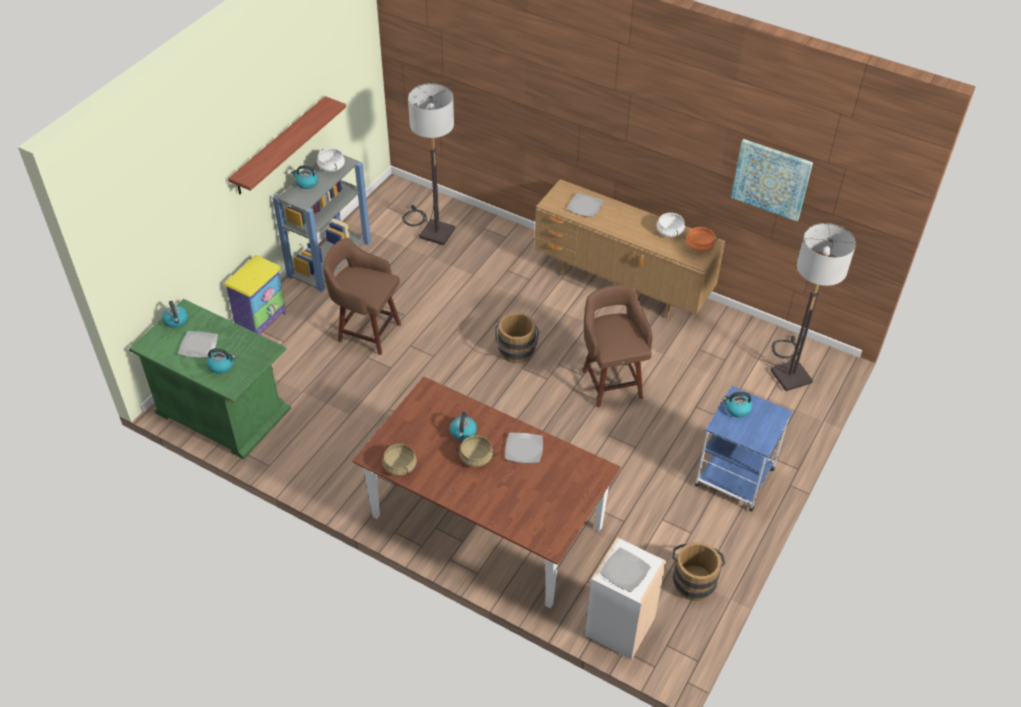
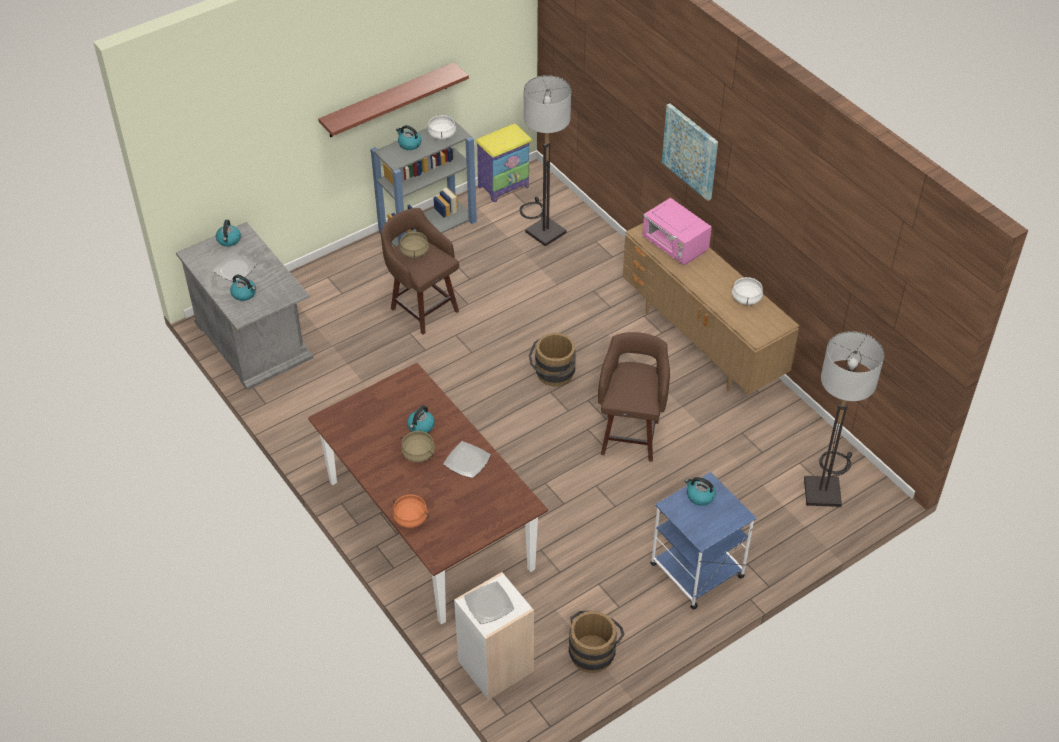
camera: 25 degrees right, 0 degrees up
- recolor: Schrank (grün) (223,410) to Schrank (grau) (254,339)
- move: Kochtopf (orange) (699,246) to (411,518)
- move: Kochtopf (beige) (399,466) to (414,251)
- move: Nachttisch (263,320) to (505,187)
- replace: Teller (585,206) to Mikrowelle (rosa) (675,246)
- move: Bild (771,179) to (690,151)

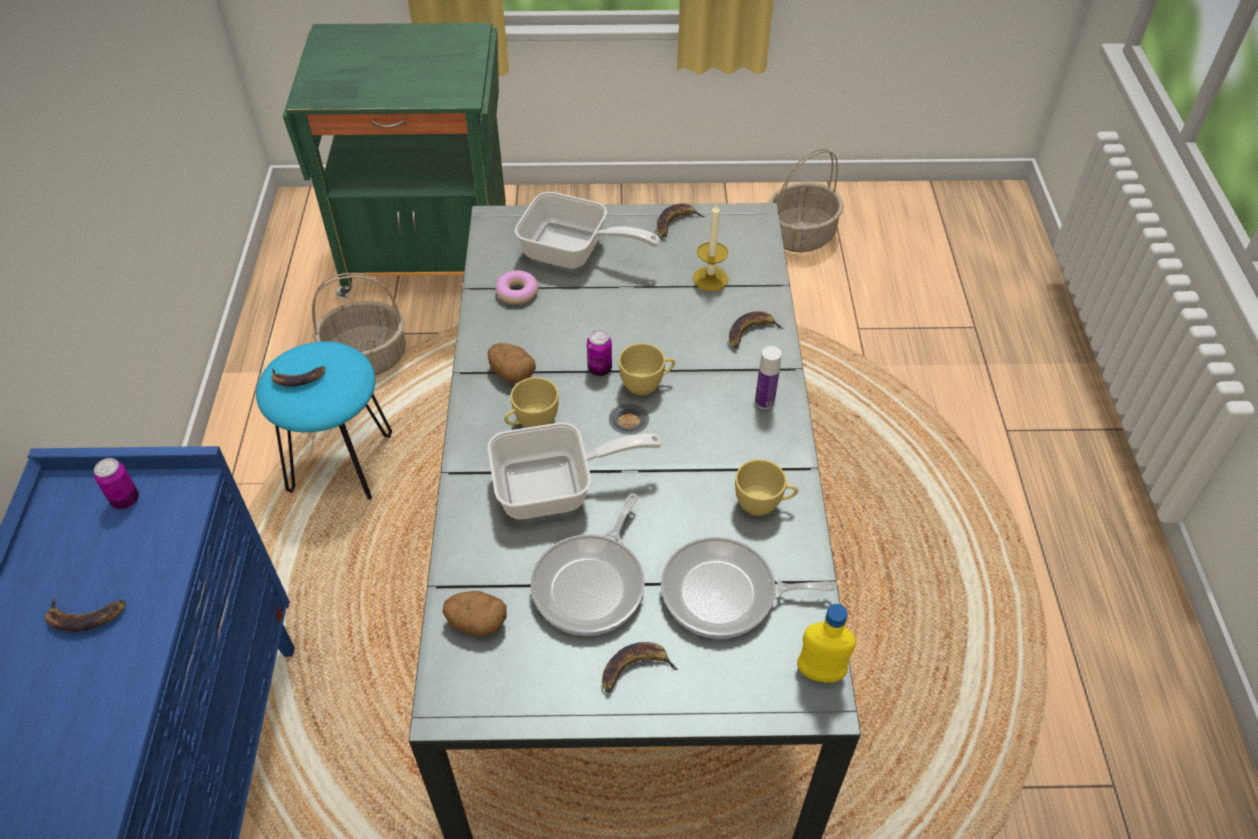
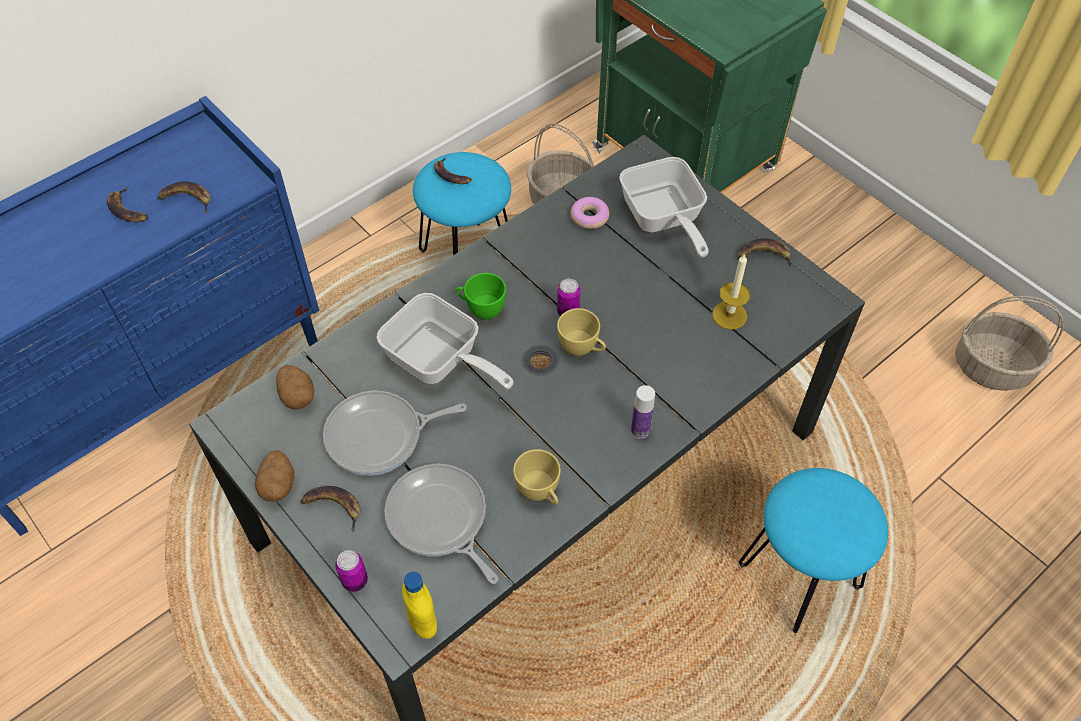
camera: 50 degrees right, 5 degrees up
- move: Banane (751,333) to (186,199)
- move: Kartoffel (512,373) to (278,484)
- move: Dose (125,500) to (355,581)
- recolor: Tasse (gelb) (531,423) to Tasse (grün) (481,309)
- insert: Hocker (türkis) (798,578)

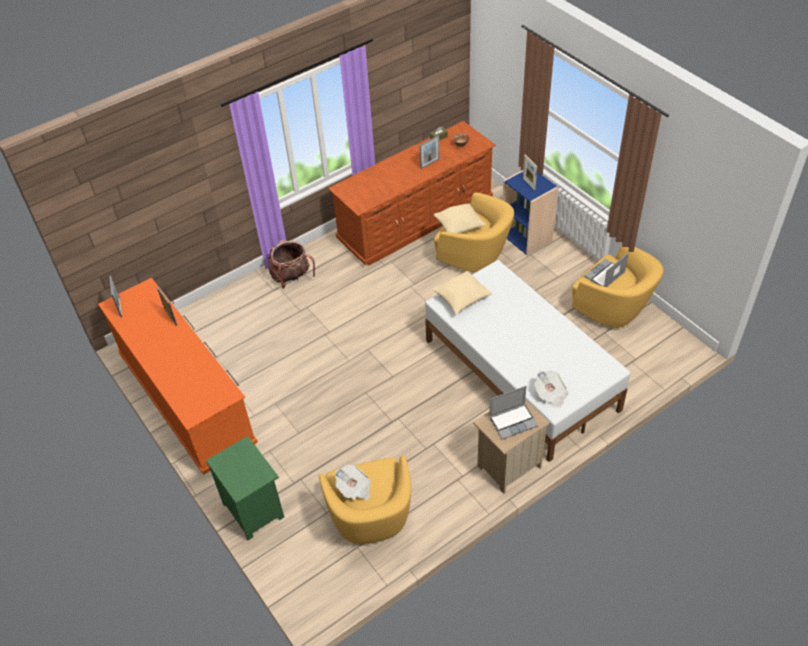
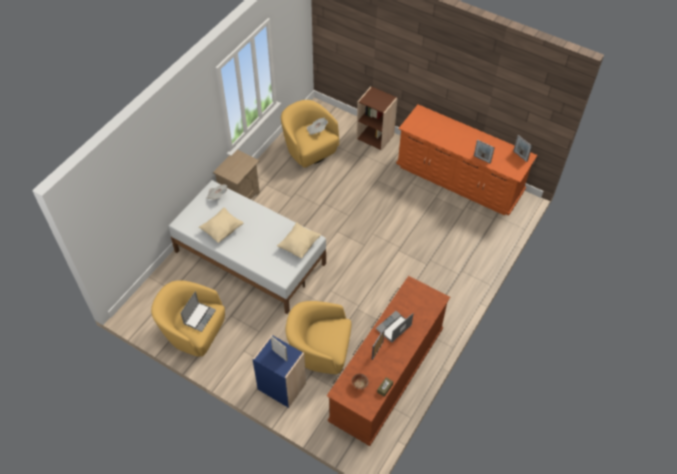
camera: 155 degrees right, 5 degrees up
- move: Kissen (beige) (459,227) to (222,230)
- replace: Nachttisch (grün) (254,509) to Bücherregal (braun) (375,136)
- move: Laptop (513,421) to (393,328)
- delete: Rucksack (292,277)

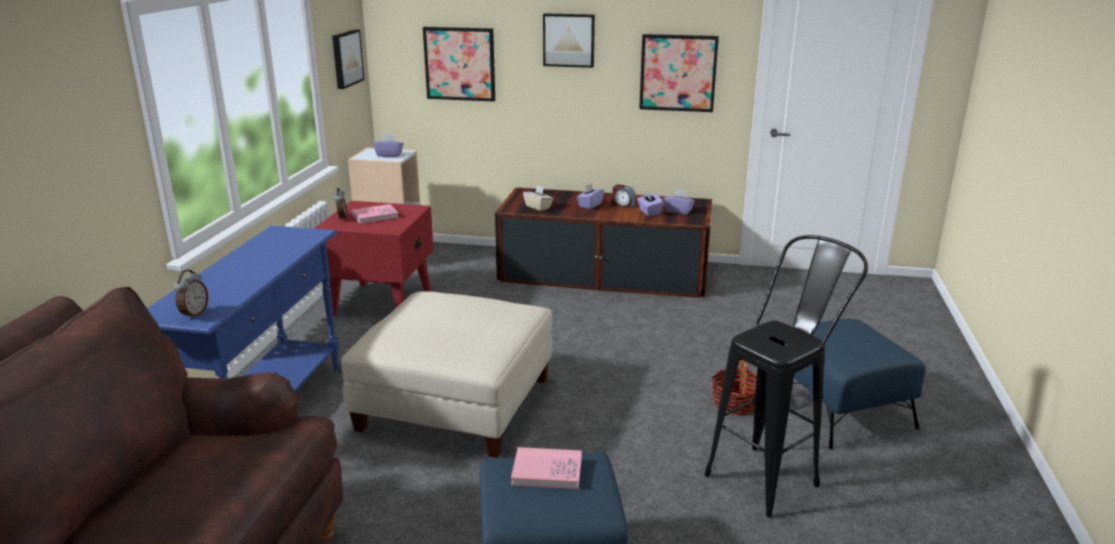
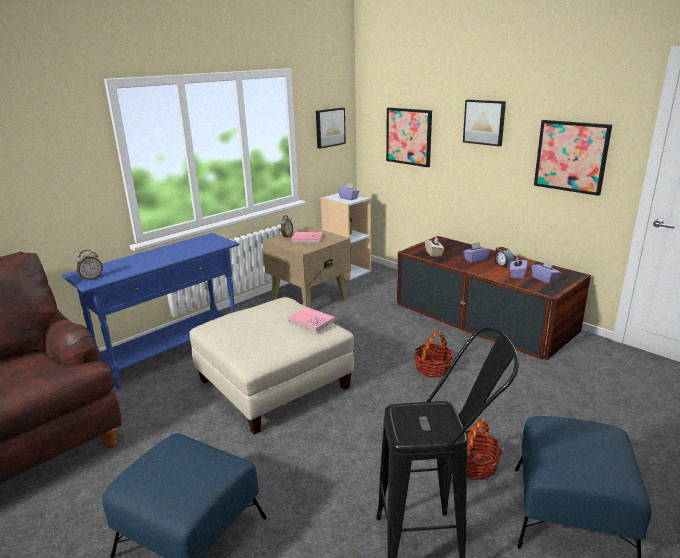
camera: 35 degrees right, 0 degrees up
- recolor: Nachttisch (rot) (382,301) to Nachttisch (beige) (310,299)
- move: Buch (rosa) (547,471) to (311,321)
- insert: Korb (432,369)

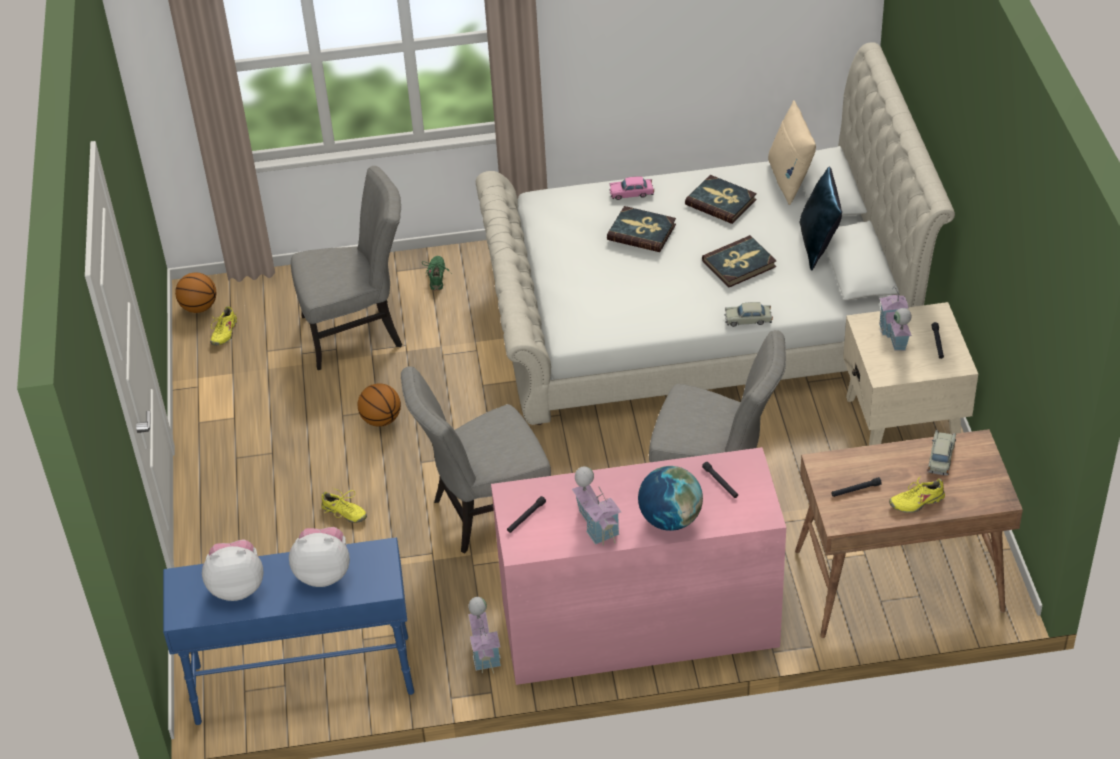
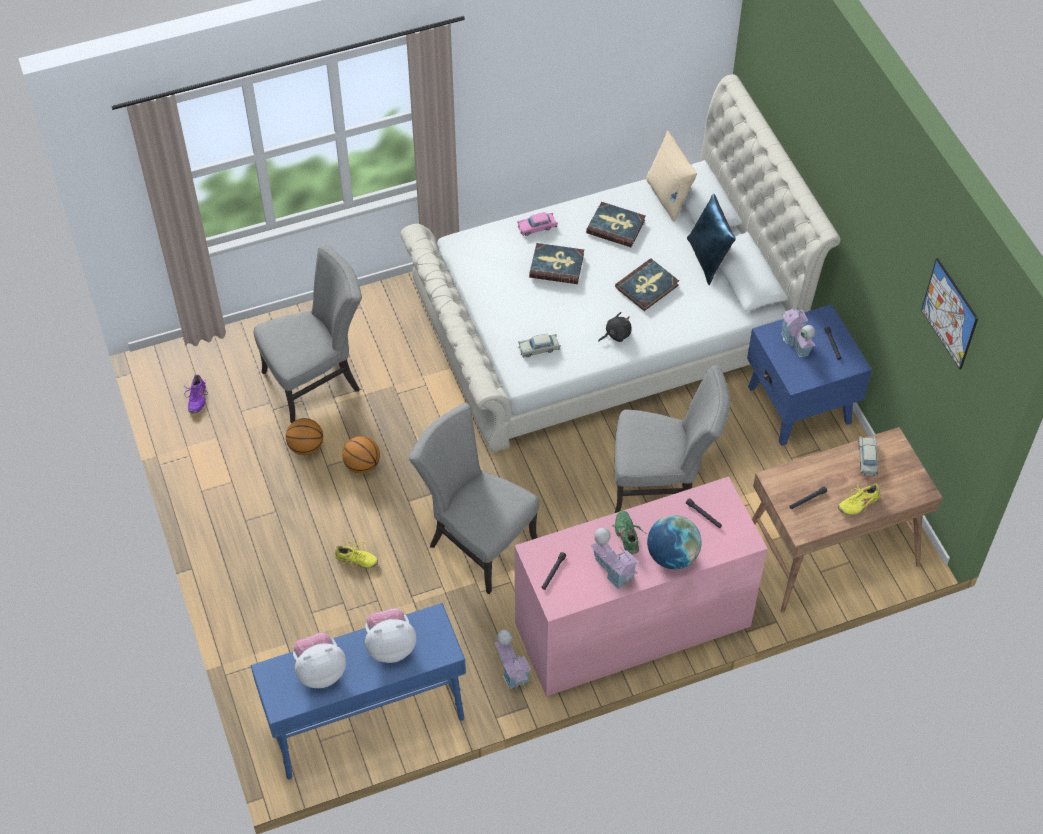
camera: 15 degrees left, 10 degrees up
- recolor: Schuh (gelb) (224,332) to Schuh (lila) (197,398)
- move: Basketball (199,307) to (306,447)
- rotate: Stuhl (grau) (484,513) = (476,541) 75 degrees clockwise
- move: Spielzeugauto (beige) (748,319) to (539,348)
- insert: Plüschtier (schwarz) (616,334)
- move: Schuh (grün) (437,277) to (627,535)
- recolor: Nachttisch (beige) (903,424) to Nachttisch (blau) (800,405)
- insert: Bild (949,313)

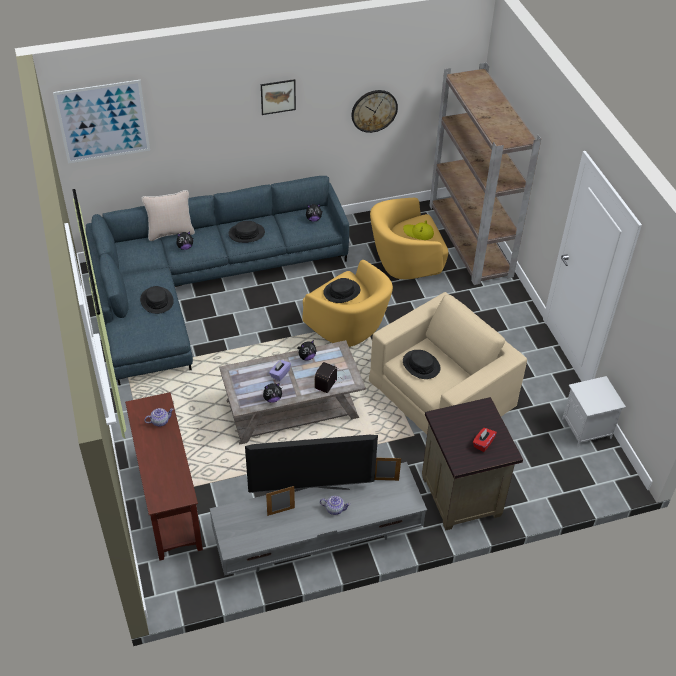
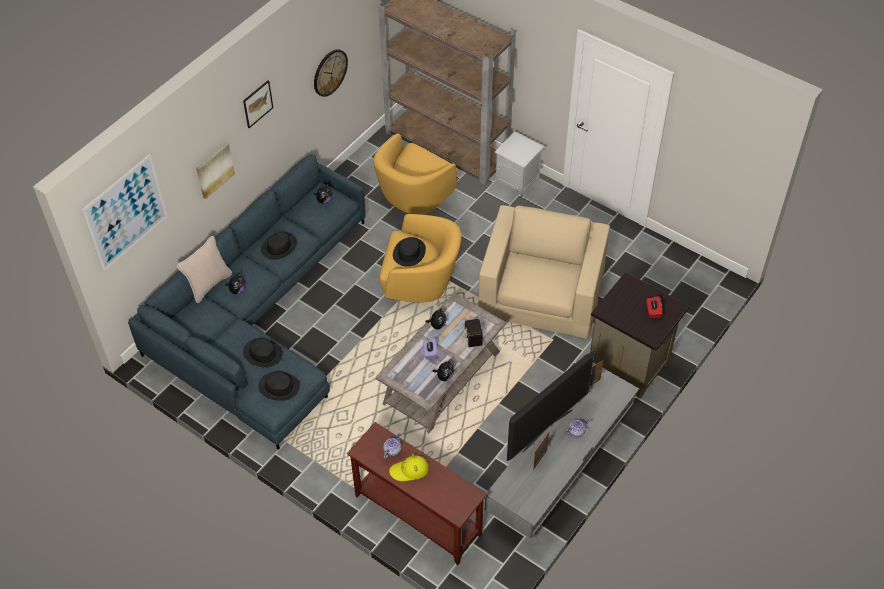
camera: 35 degrees left, 5 degrees up
- insert: Bild (214,170)
- move: Hut (schwarz) (421,365) to (279,386)
- move: Hut (gelb) (418,233) to (409,470)
- move: Nachttisch (grau) (588,429) to (518,180)

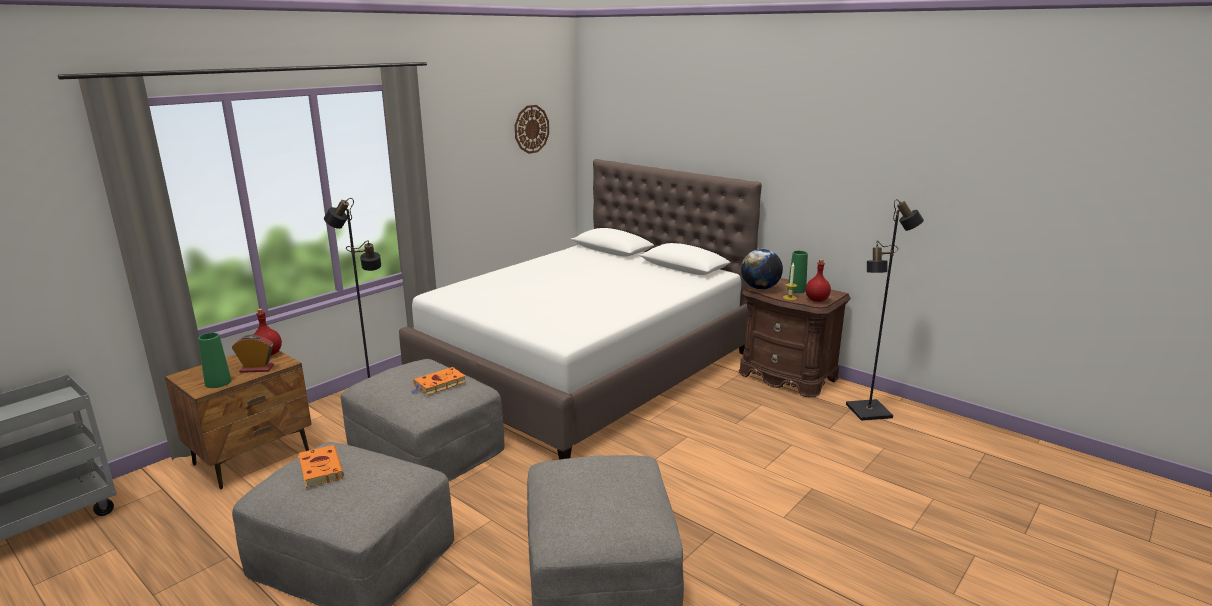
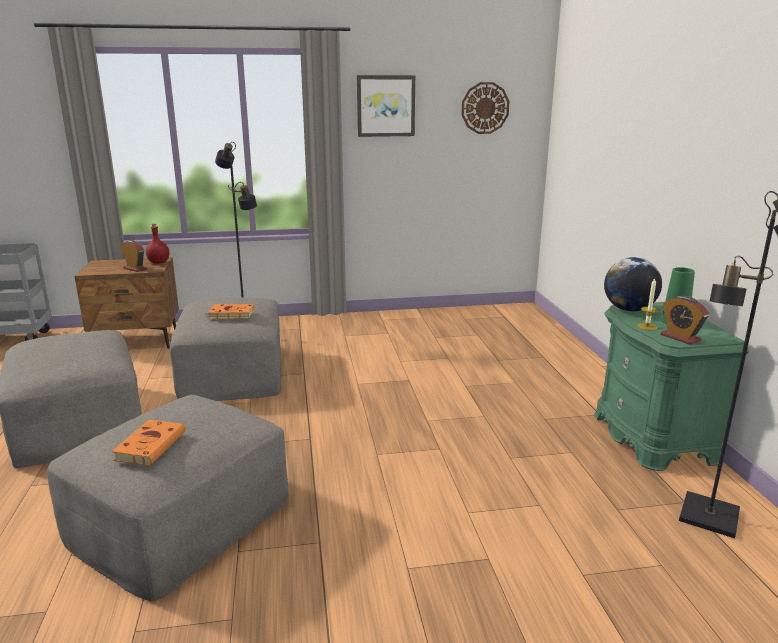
camera: 40 degrees right, 0 degrees up
- move: Buch (orange) (320,468) to (151,445)
- insert: Bild (385,106)
- recolor: Nachttisch (braun) (786,377) to Nachttisch (grün) (649,437)
- replace: Flasche (rot) (817,300) to Wecker (680,338)
- delete: Vase (grün) (218,382)
- delete: Bett (weiß) (586,368)

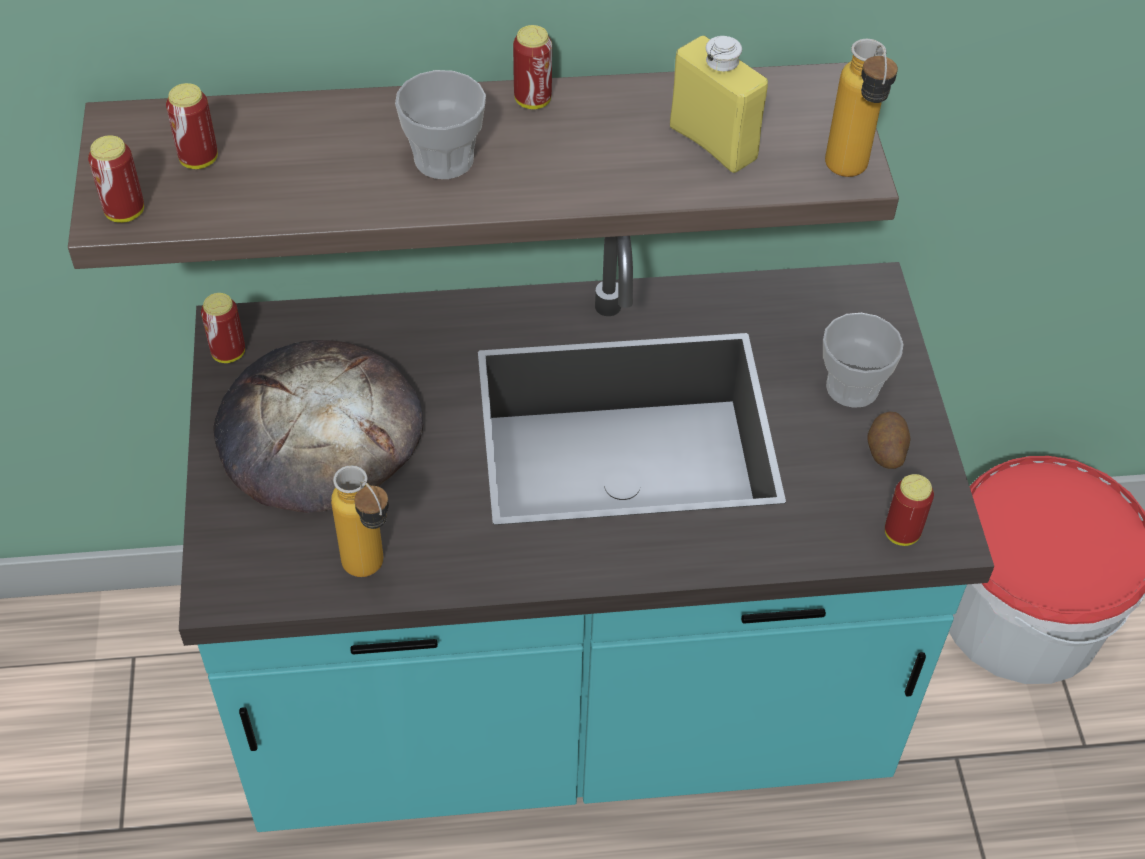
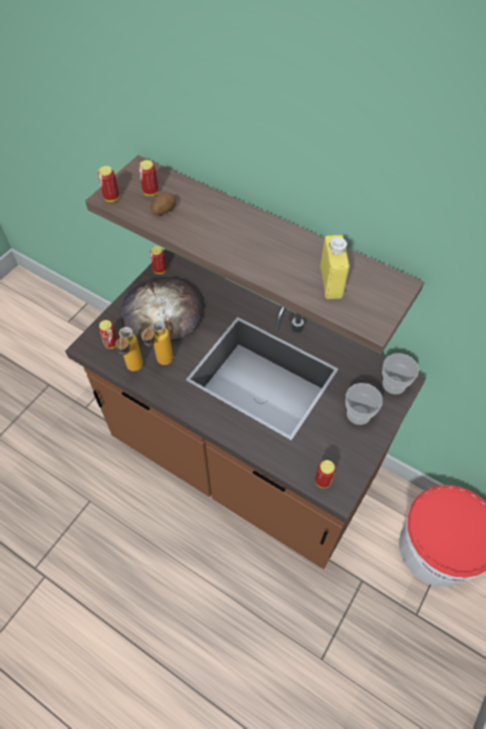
camera: 40 degrees right, 5 degrees up
- recolor: Küchenzeile (türkis) (564,702) to Küchenzeile (braun) (243,461)
- move: Dose (532,100) to (111,344)
- move: Flasche (849,177) to (160,364)
- move: Kartoffel (885,450) to (163,210)
- move: Tasse (444,159) to (394,384)

